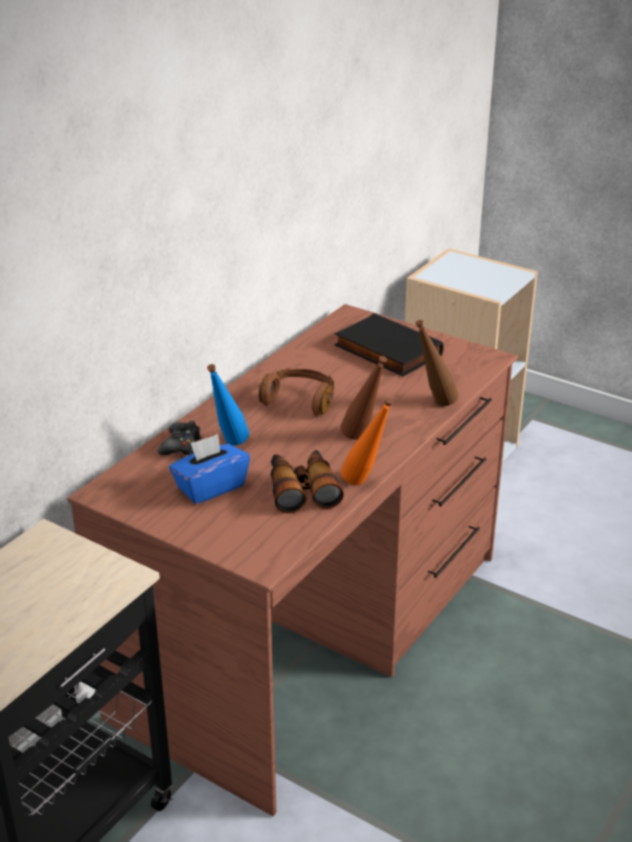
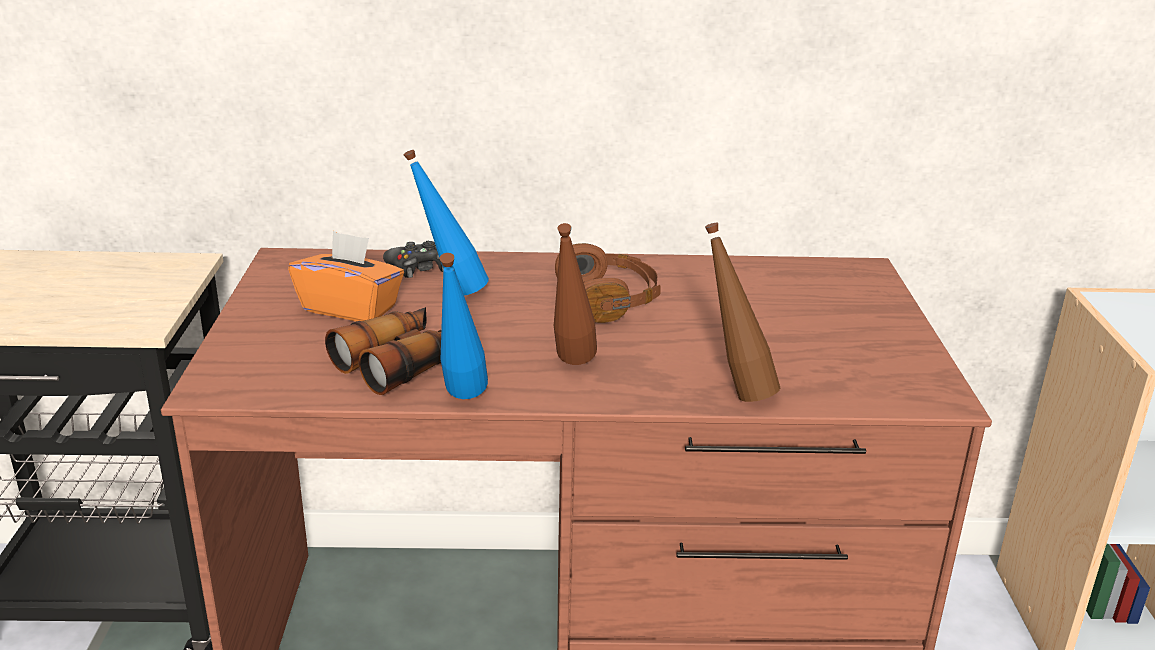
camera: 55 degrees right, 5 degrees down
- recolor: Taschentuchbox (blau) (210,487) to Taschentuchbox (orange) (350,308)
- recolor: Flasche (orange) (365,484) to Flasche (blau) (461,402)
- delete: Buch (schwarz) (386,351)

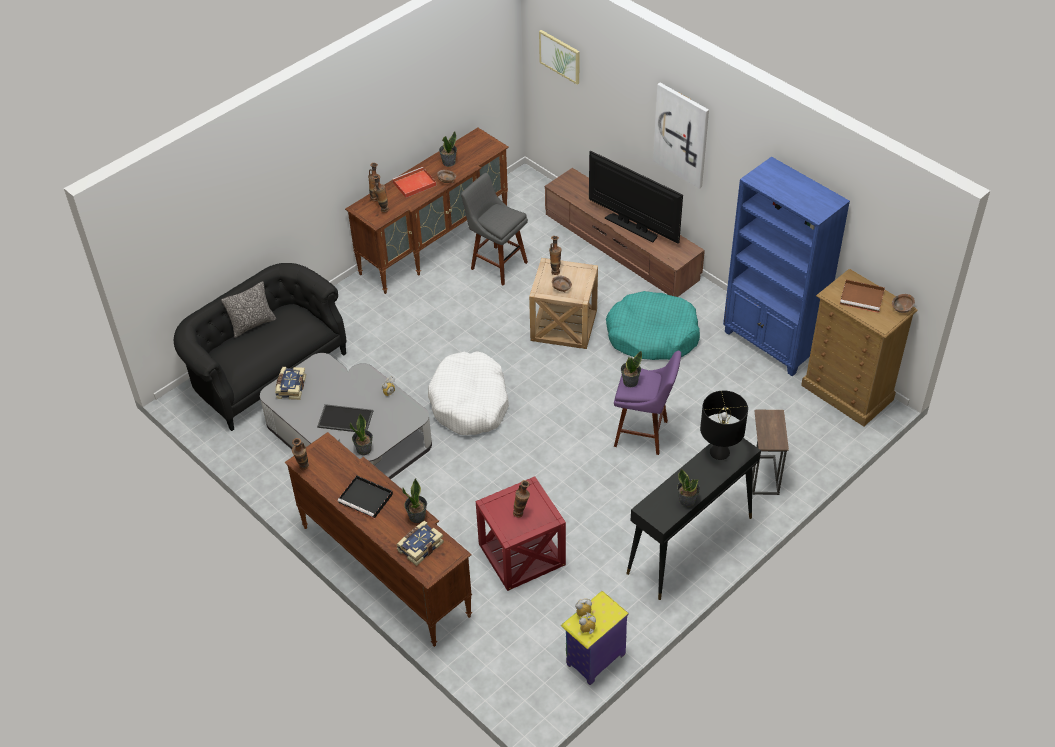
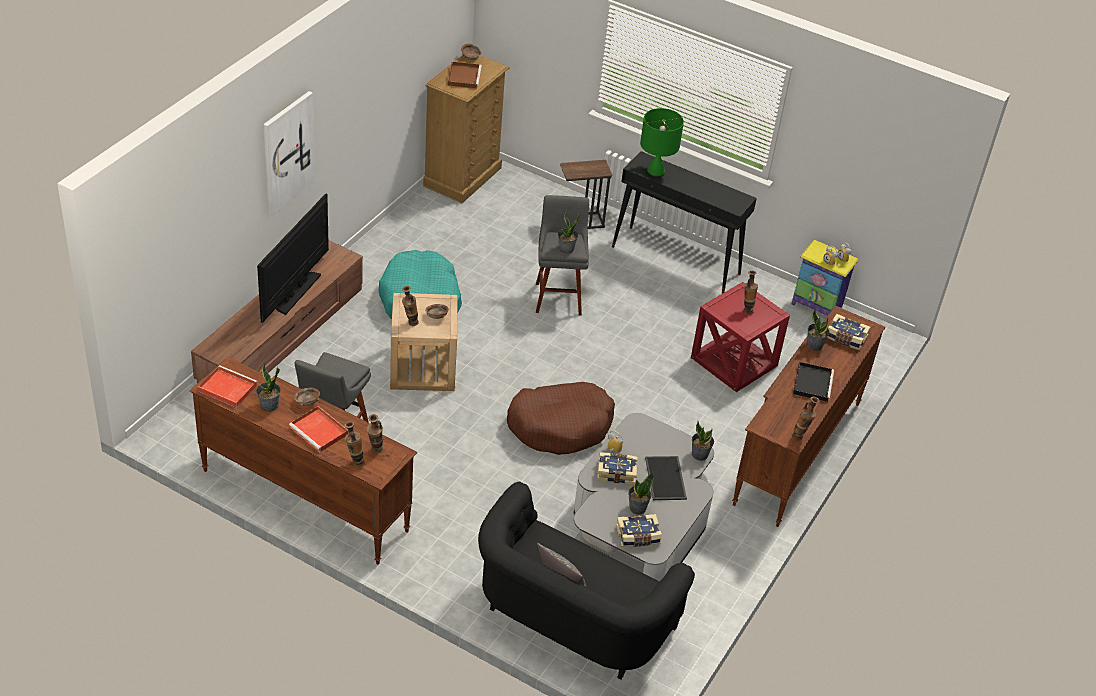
camera: 110 degrees left, 5 degrees down
- insert: Tablett (rot) (226,388)
- recolor: Hundebett (weiß) (470,402) to Hundebett (braun) (560,426)
- recolor: Hocker (lila) (644,434) to Hocker (grau) (558,296)
- insert: Buch (616,472)
- move: Topfpflanze (687,500) to (637,508)
- recolor: Tischlampe (schwarz) (719,453) to Tischlampe (grün) (655,172)
- delete: Bild (560,56)
- delete: Bücherregal (blau) (771,343)

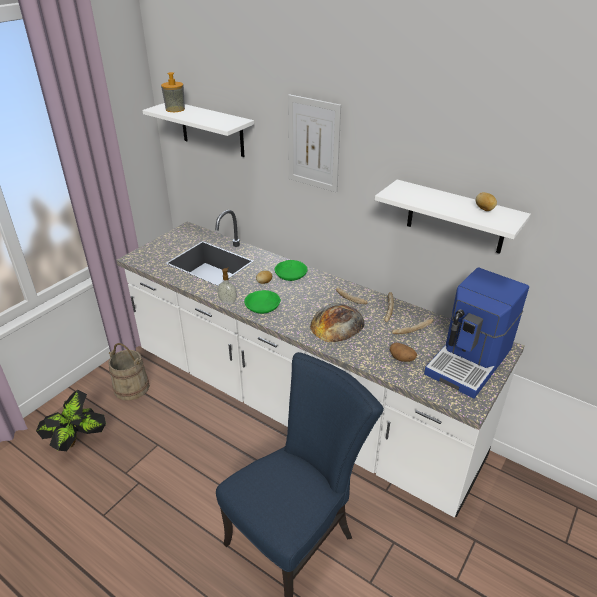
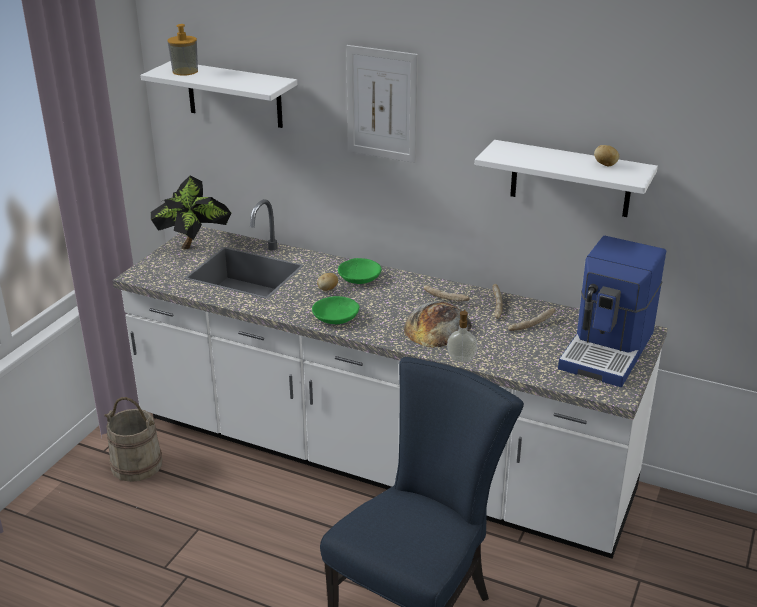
camera: 10 degrees left, 5 degrees down
- move: Topfpflanze (78,441) to (194,244)
- move: Seifenspender (228,301) to (461,359)
- delete: Kartoffel (402,359)

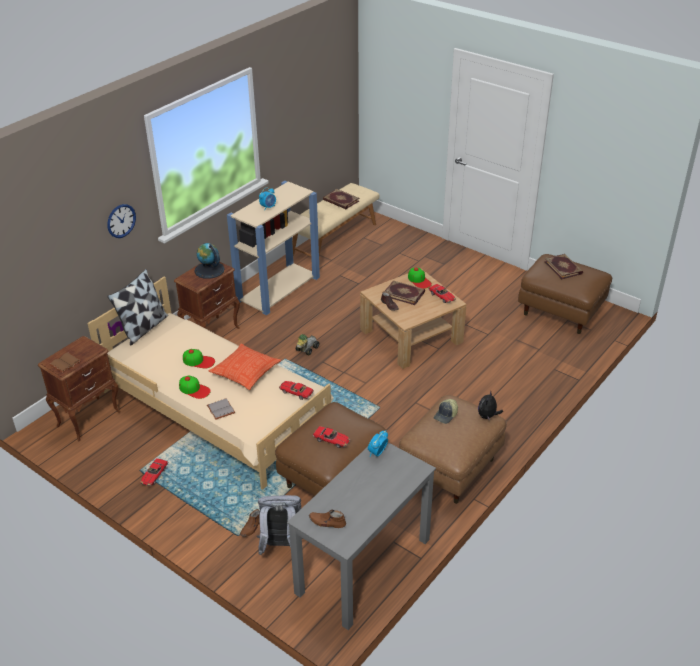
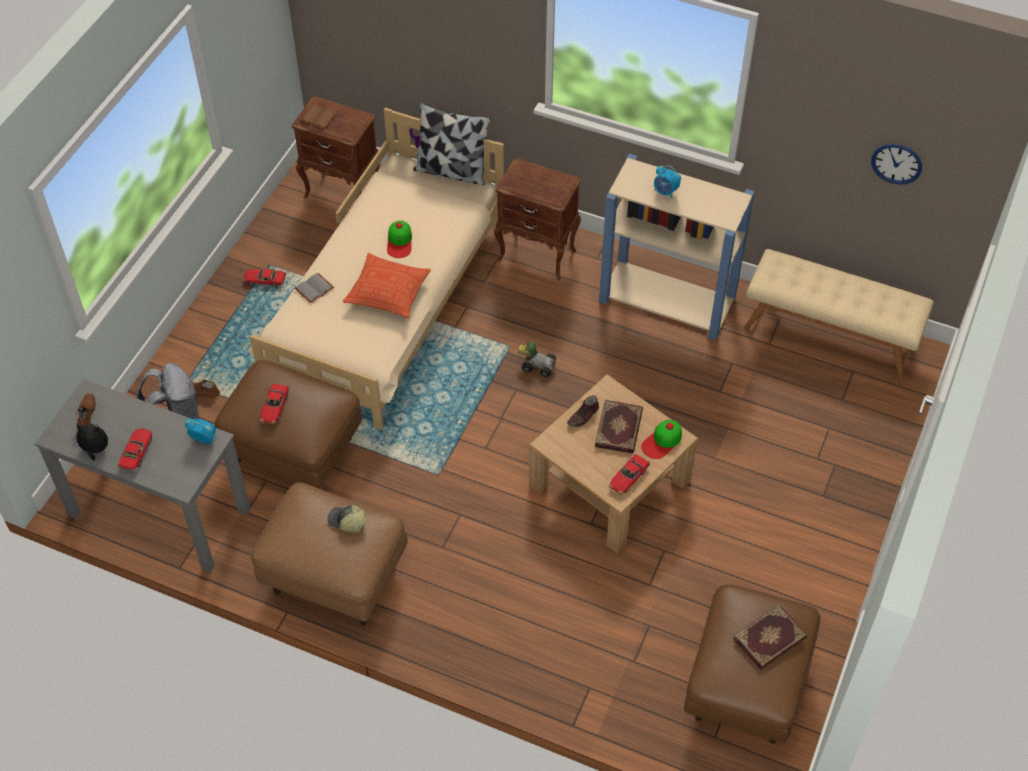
camera: 75 degrees right, 15 degrees up
- move: Plüschtier (487,416) to (95,450)
- move: Spielzeugauto (296,392) to (137,452)
- move: Wanduhr (121,221) to (896,163)
- delete: Kappe (194,389)
- delete: Globus (209,270)
- delete: Buch (340,201)

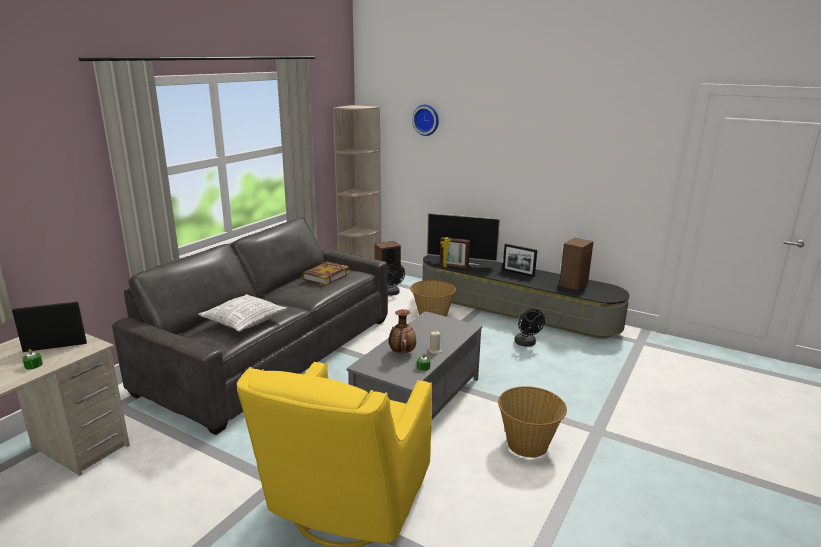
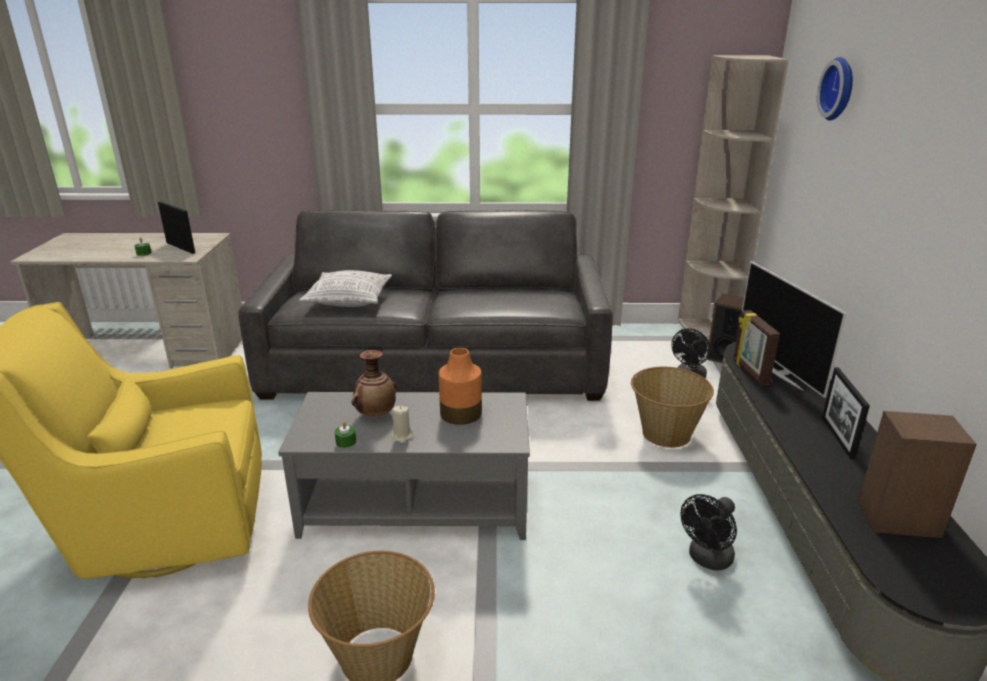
camera: 60 degrees right, 5 degrees up
- insert: Vase (orange) (461,412)
- delete: Buch (325,276)

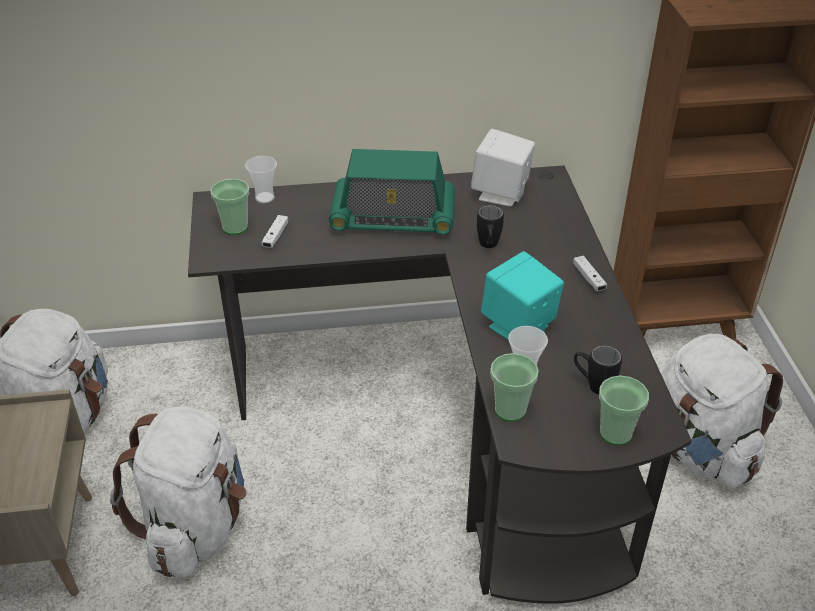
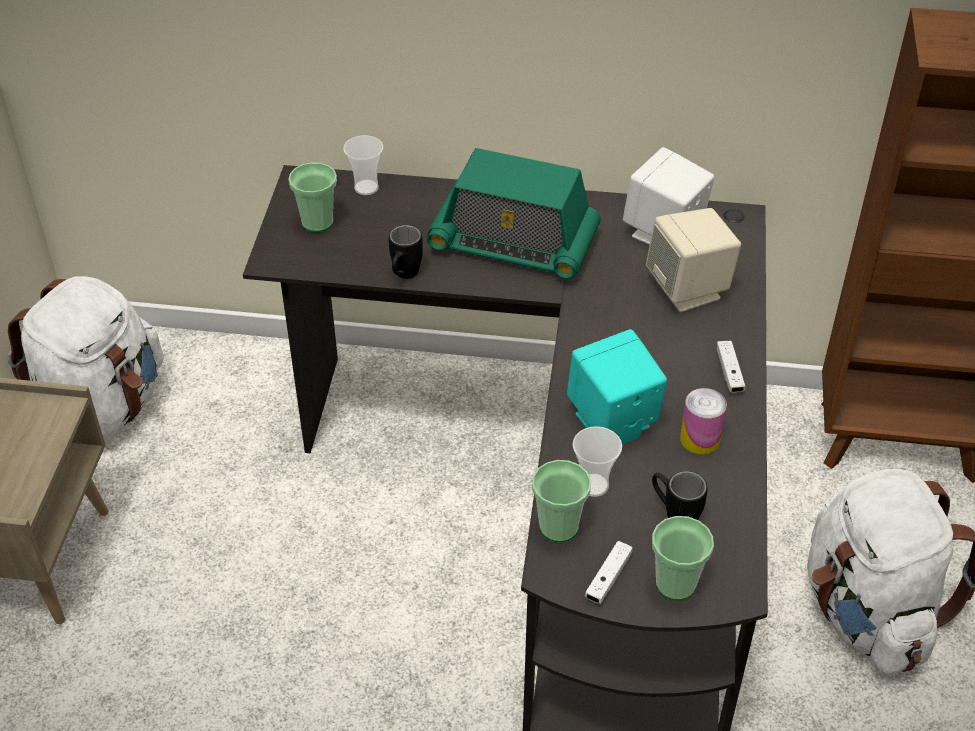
camera: 15 degrees right, 5 degrees up
- move: Henkelbecher (schwarz) (488,246) to (404,276)
- move: Gamepad (weiß) (275,236) to (608,578)
- insert: Lautsprecher (beige) (688,289)
- insert: Dose (700,439)
- delete: Rucksack (weiß) (196,526)

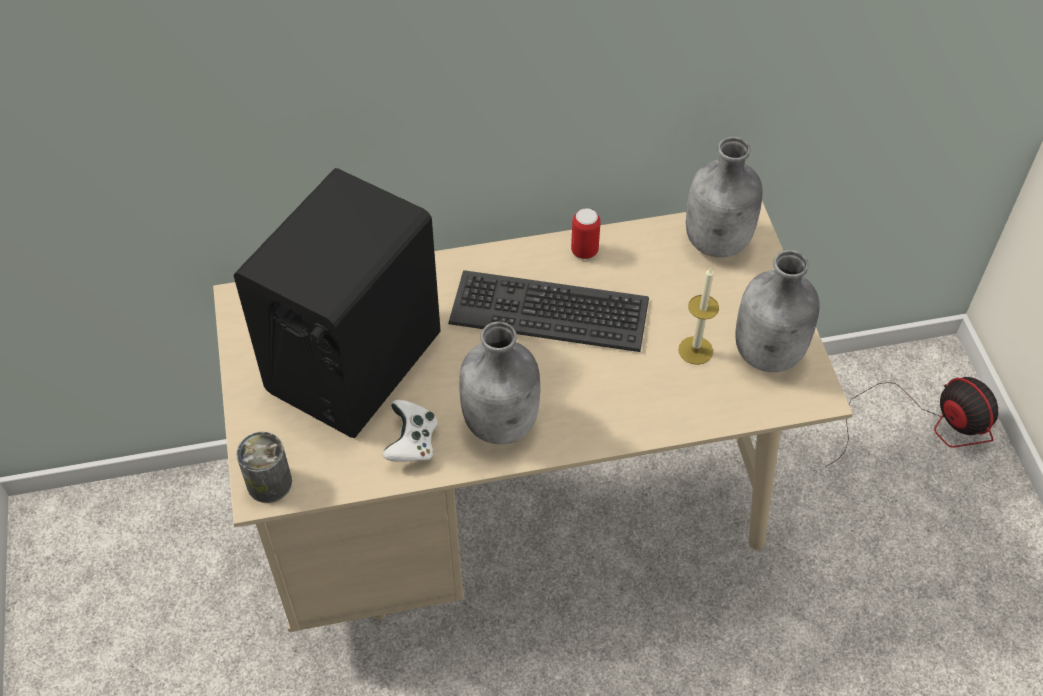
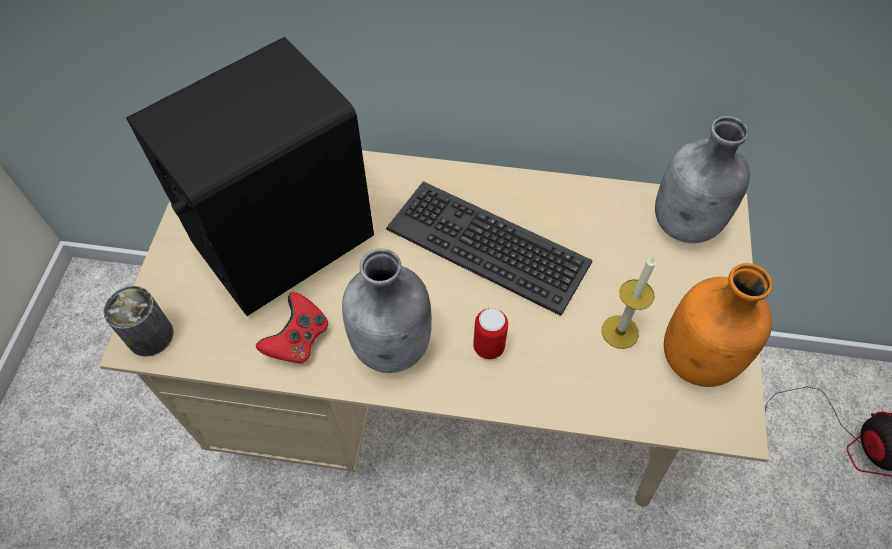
camera: 20 degrees right, 5 degrees up
- recolor: Gamepad (weiß) (412,443) to Gamepad (rot) (298,339)
- move: Dose (584,251) to (488,347)
- recolor: Flasche (grau) (769,353) to Flasche (orange) (698,360)

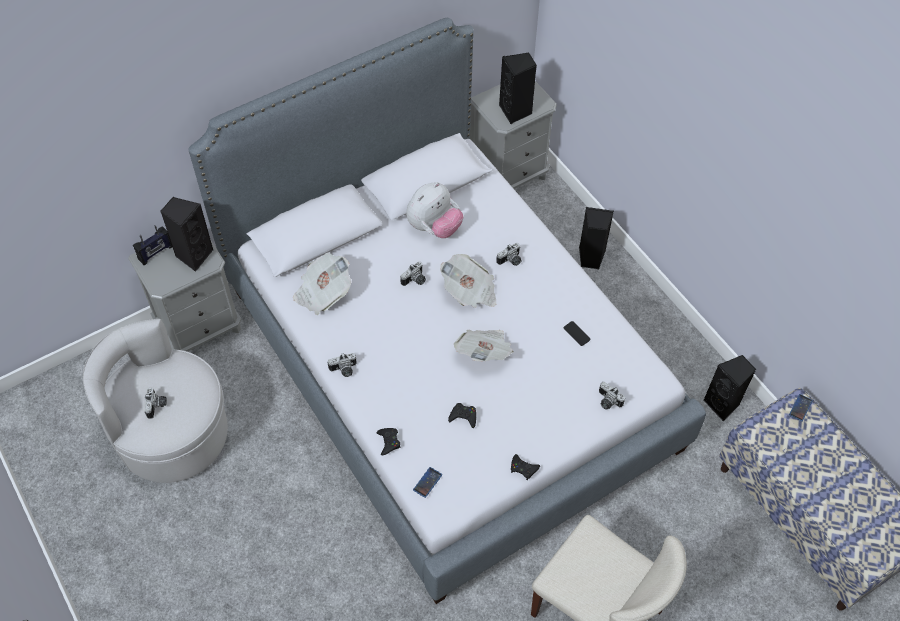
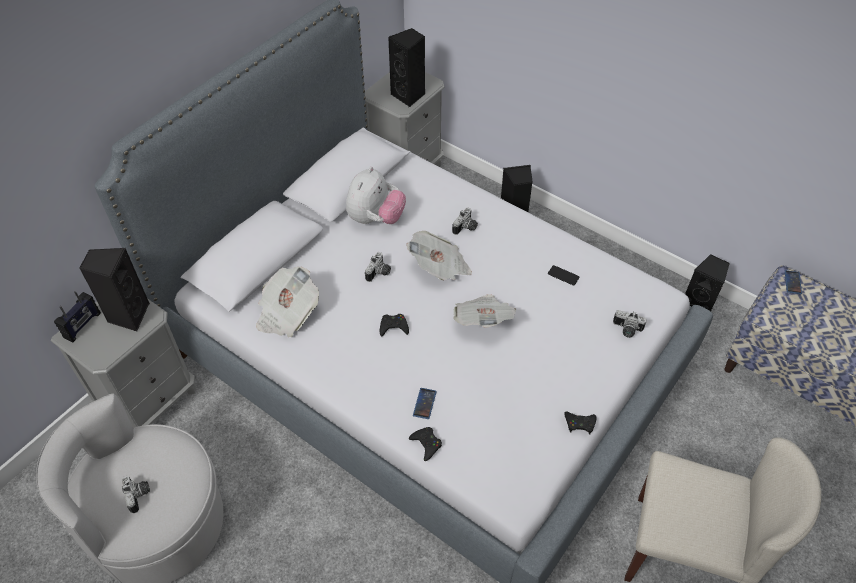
camera: 20 degrees left, 5 degrees down
- move: Gamepad (schwarz) (463,416) to (393,327)
- move: Handy (427,482) to (424,403)
- delete: Kamera (344,370)

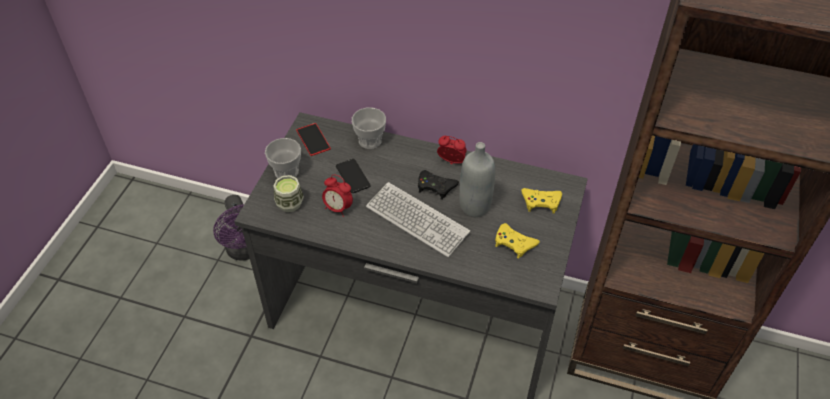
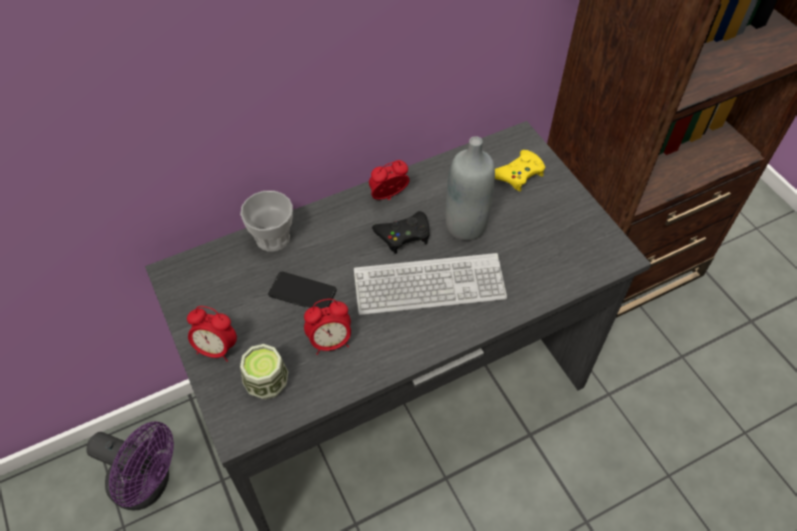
camera: 45 degrees left, 5 degrees up
- replace: Tasse (286,172) to Wecker (216,349)
- delete: Handy (313,139)
- delete: Gamepad (gelb) (514,243)

